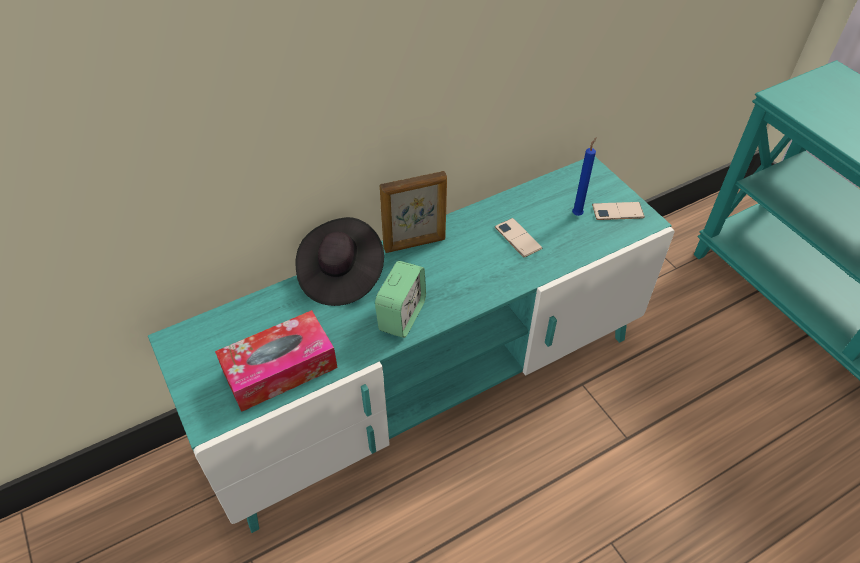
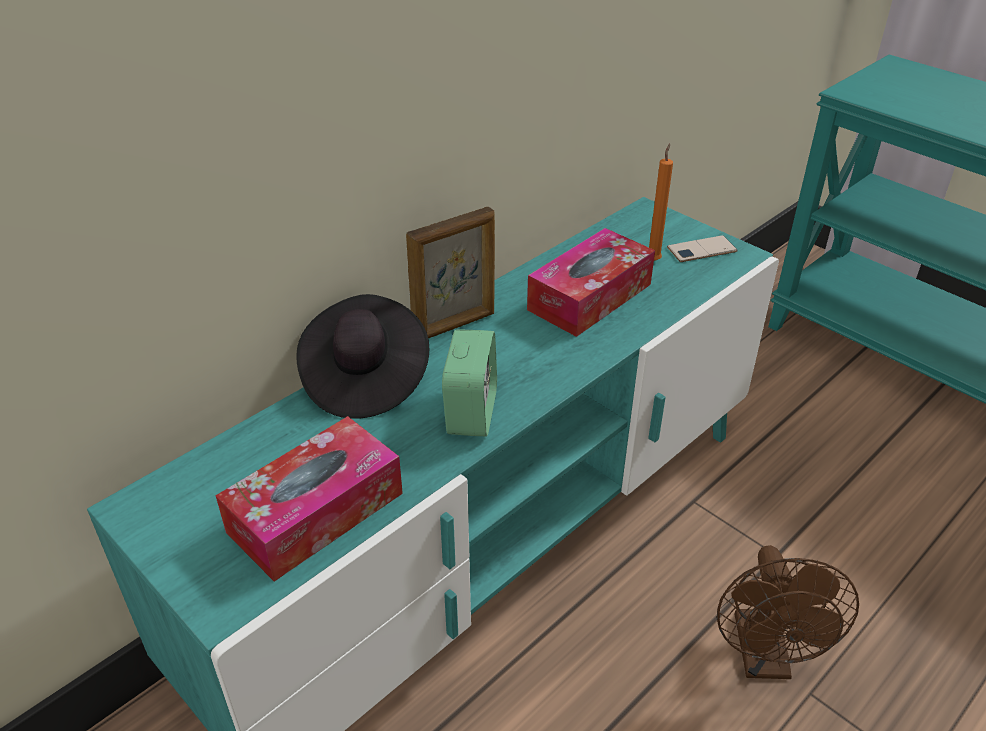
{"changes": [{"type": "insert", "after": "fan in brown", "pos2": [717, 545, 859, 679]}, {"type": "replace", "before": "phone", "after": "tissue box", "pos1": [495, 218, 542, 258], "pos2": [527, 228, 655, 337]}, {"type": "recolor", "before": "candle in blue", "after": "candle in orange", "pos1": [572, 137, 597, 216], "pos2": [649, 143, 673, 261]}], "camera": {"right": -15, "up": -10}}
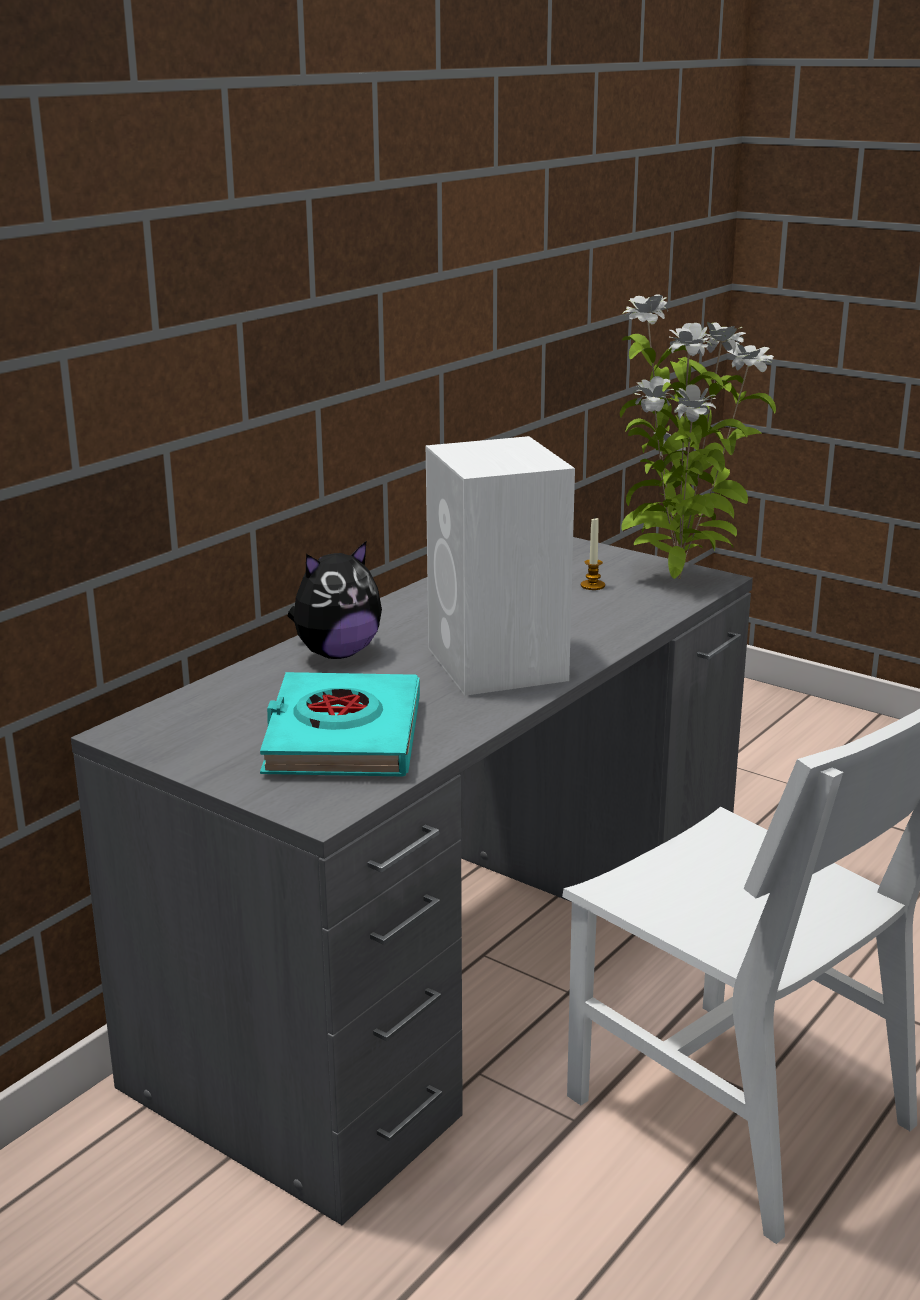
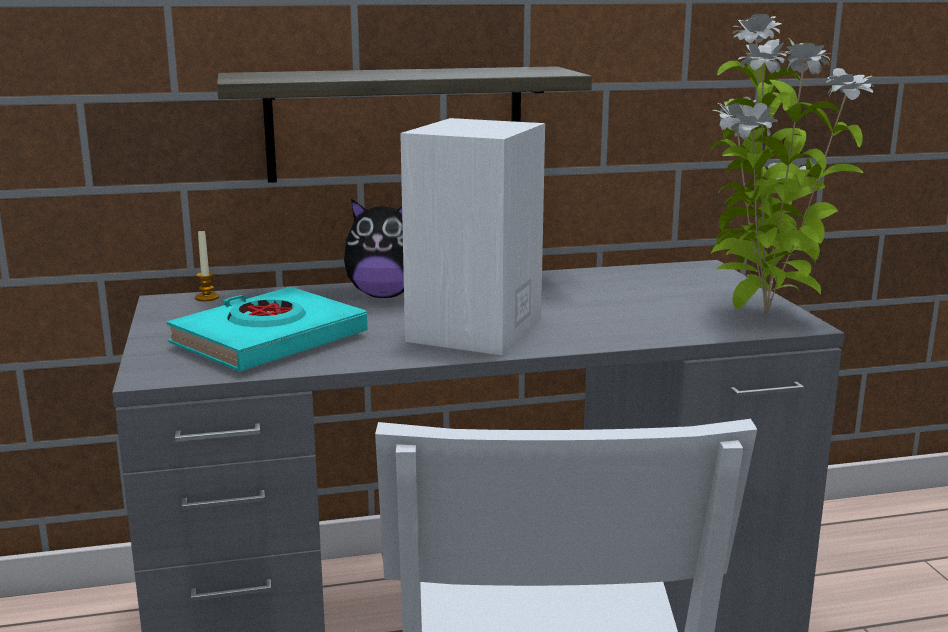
{"changes": [{"type": "insert", "after": "shelf", "pos2": [217, 66, 592, 183]}, {"type": "move", "before": "candle", "pos1": [581, 518, 605, 590], "pos2": [195, 229, 219, 301]}], "camera": {"right": 40, "up": -5}}
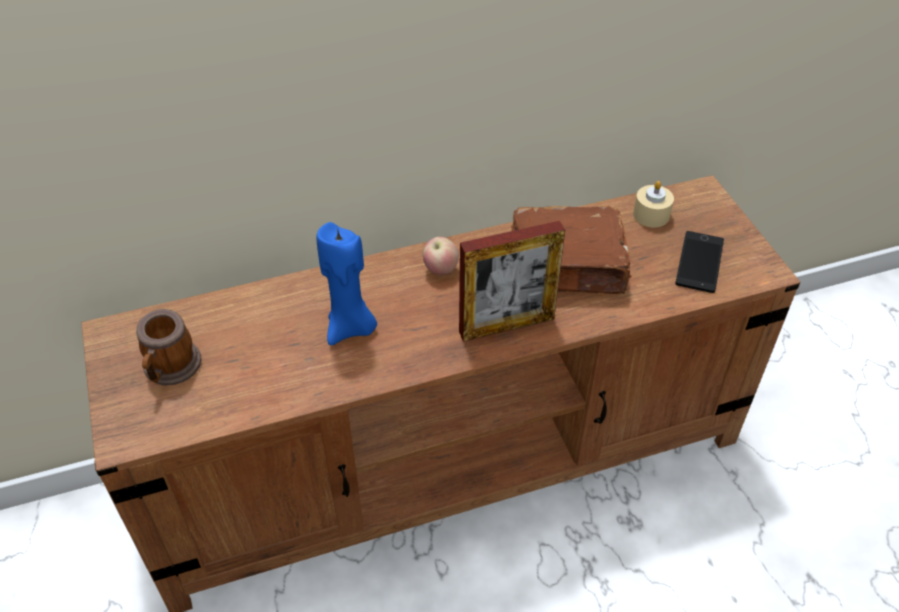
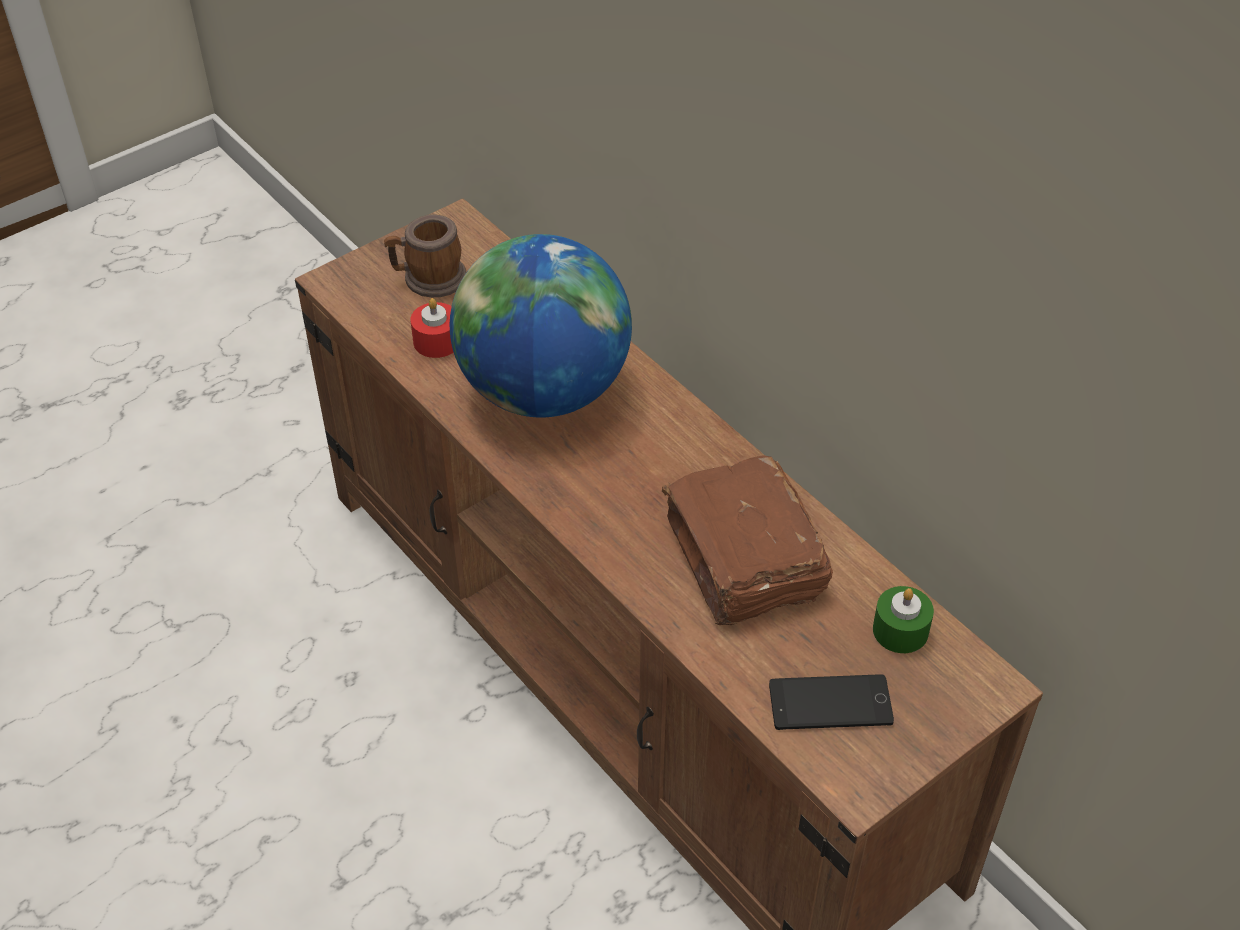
{"changes": [{"type": "delete", "before": "apple", "pos1": [423, 237, 459, 275]}, {"type": "delete", "before": "picture frame", "pos1": [459, 221, 565, 342]}, {"type": "insert", "after": "candle in red", "pos2": [410, 298, 453, 358]}, {"type": "replace", "before": "candle in blue", "after": "globe", "pos1": [316, 222, 377, 345], "pos2": [450, 234, 632, 418]}, {"type": "recolor", "before": "candle in beige", "after": "candle in green", "pos1": [633, 181, 674, 227], "pos2": [873, 586, 934, 653]}], "camera": {"right": 70, "up": 0}}
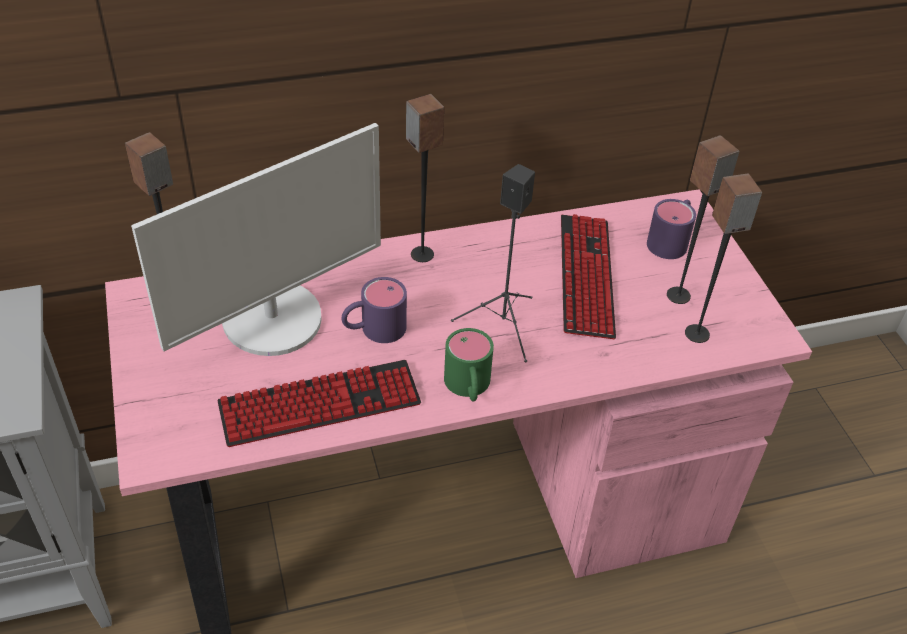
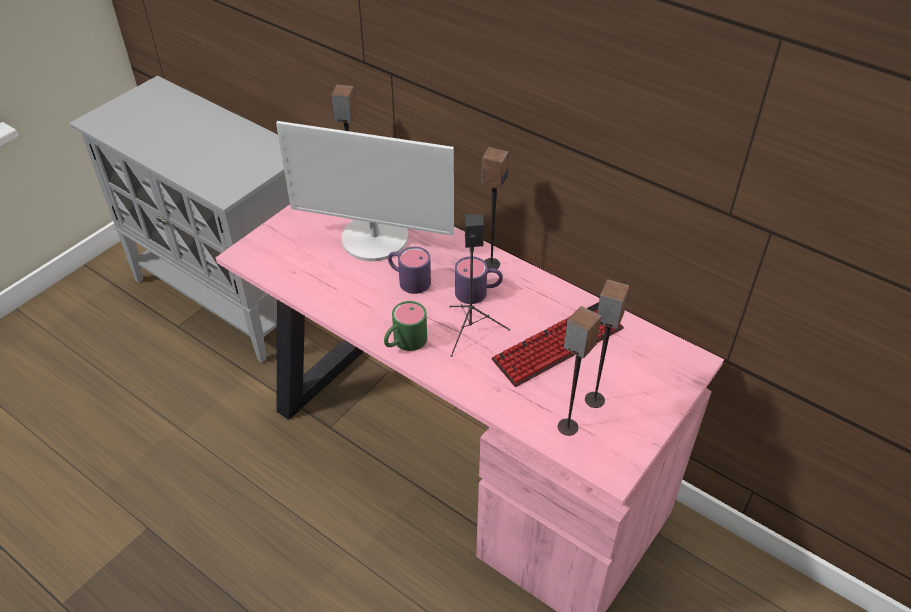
{"changes": [{"type": "delete", "before": "keyboard", "pos1": [217, 360, 421, 447]}, {"type": "move", "before": "mug in purple", "pos1": [647, 199, 696, 259], "pos2": [455, 256, 503, 304]}], "camera": {"right": 55, "up": 0}}
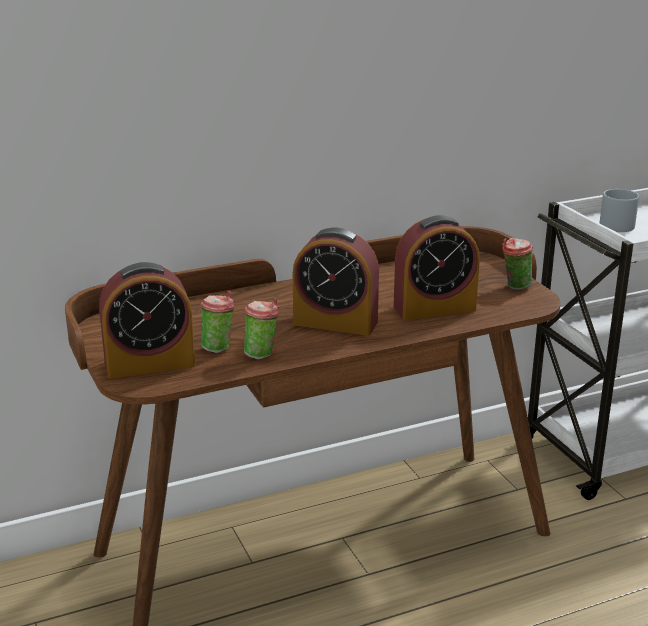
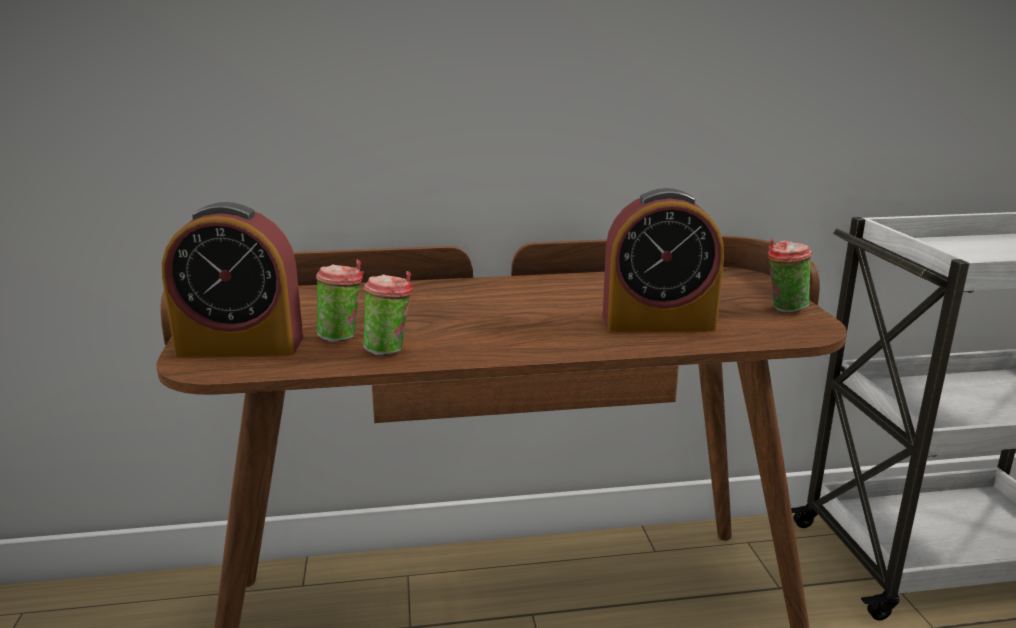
{"changes": [{"type": "delete", "before": "alarm clock", "pos1": [293, 228, 379, 336]}, {"type": "delete", "before": "mug in grey", "pos1": [600, 189, 639, 232]}], "camera": {"right": 15, "up": -5}}
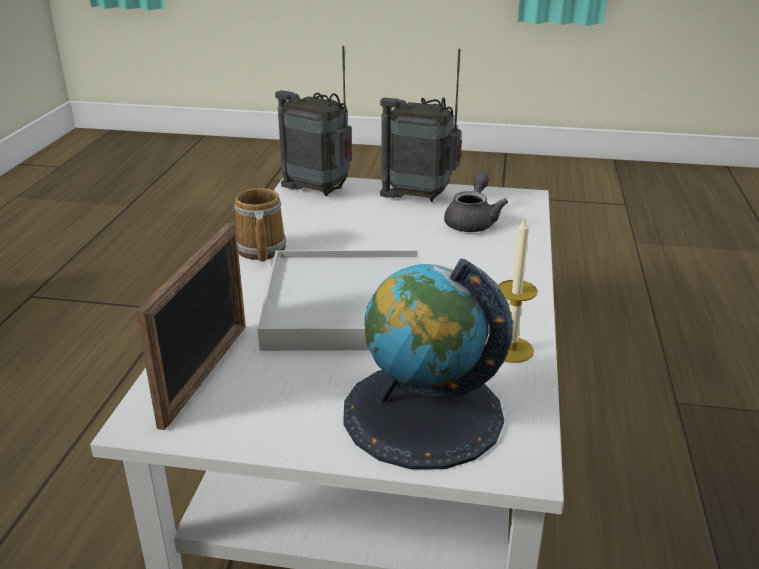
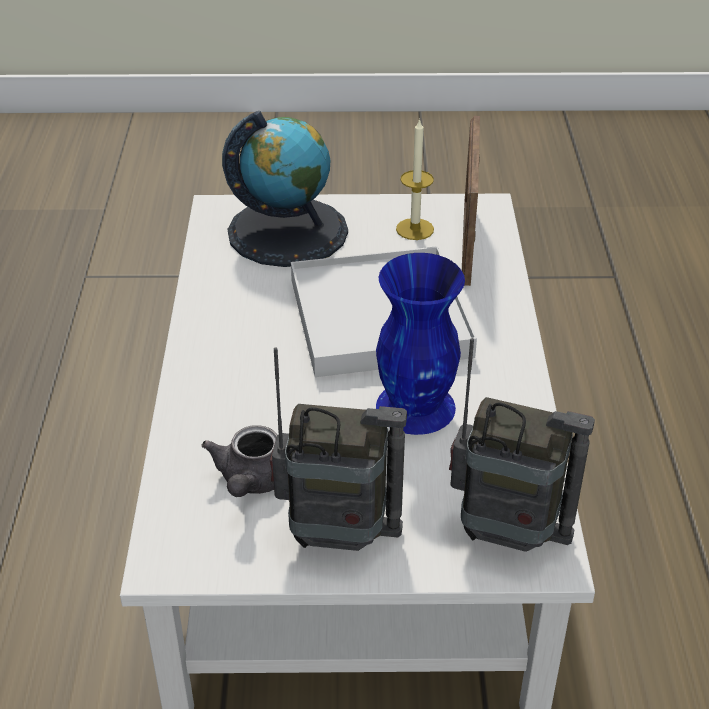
{"changes": [{"type": "delete", "before": "mug", "pos1": [234, 188, 286, 262]}, {"type": "insert", "after": "vase in blue", "pos2": [376, 253, 465, 435]}, {"type": "move", "before": "candle", "pos1": [498, 217, 538, 363], "pos2": [396, 118, 434, 240]}], "camera": {"right": 170, "up": 10}}
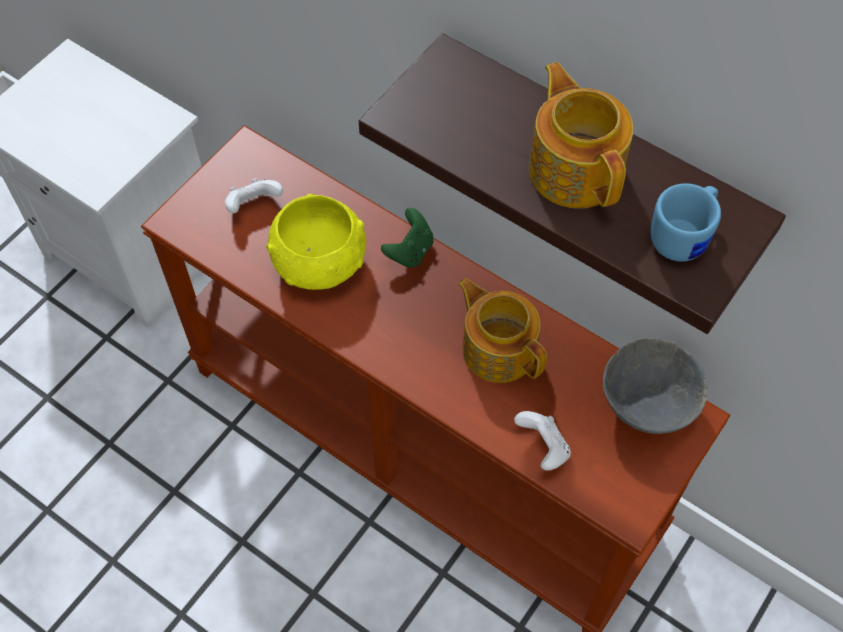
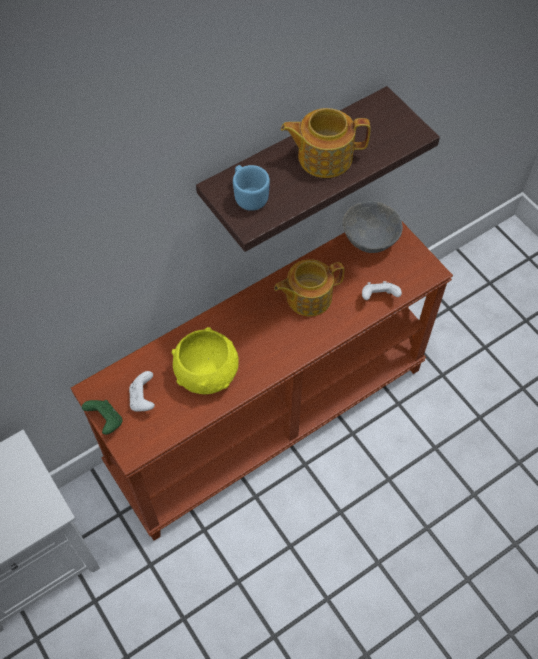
{"changes": [{"type": "move", "before": "game controller in green", "pos1": [381, 208, 434, 268], "pos2": [82, 400, 123, 435]}, {"type": "move", "before": "mug in blue", "pos1": [650, 183, 721, 261], "pos2": [233, 165, 270, 211]}], "camera": {"right": -70, "up": 0}}
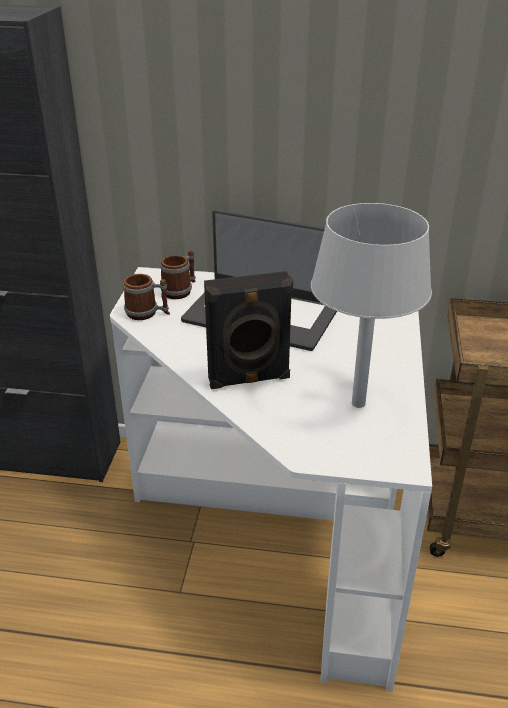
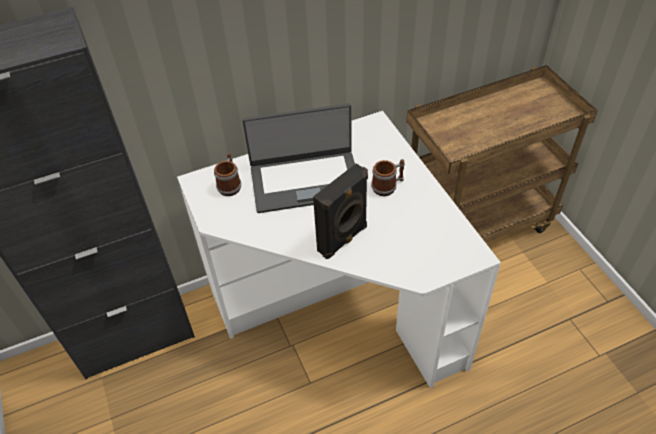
{"changes": [{"type": "delete", "before": "table lamp in grey", "pos1": [311, 203, 432, 408]}, {"type": "move", "before": "mug", "pos1": [123, 274, 170, 320], "pos2": [371, 159, 405, 196]}], "camera": {"right": -30, "up": 15}}
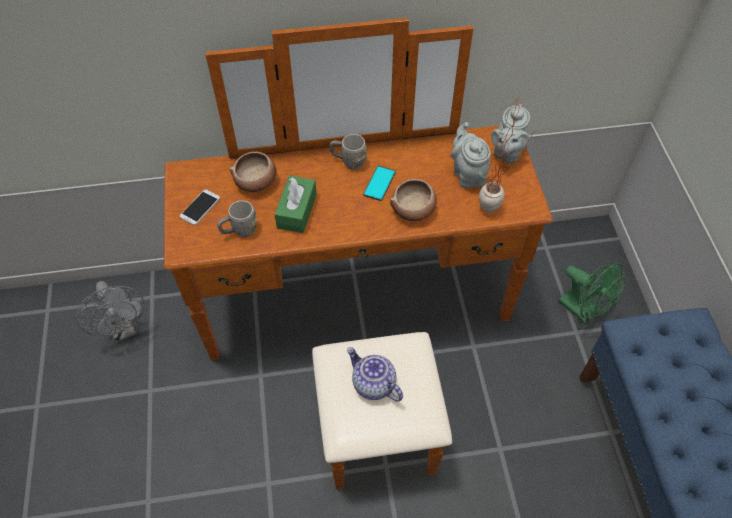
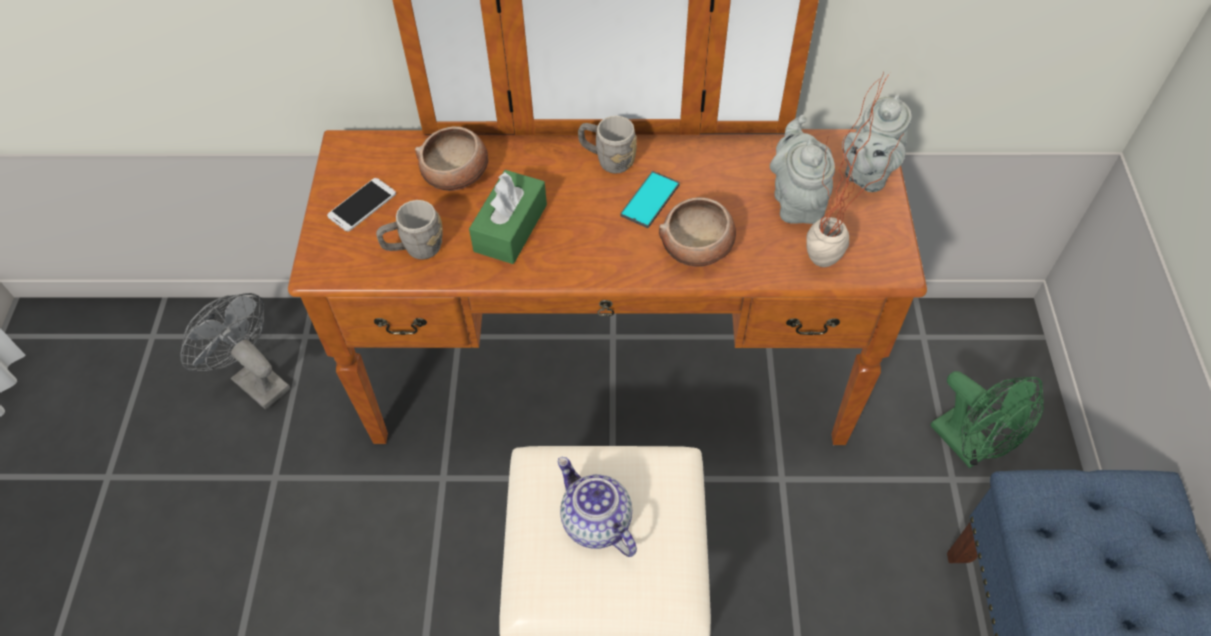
{"changes": [{"type": "rotate", "before": "fan in grey", "pos1": [76, 281, 144, 343], "pos2": [180, 293, 290, 410], "turn": 150}], "camera": {"right": 10, "up": 0}}
